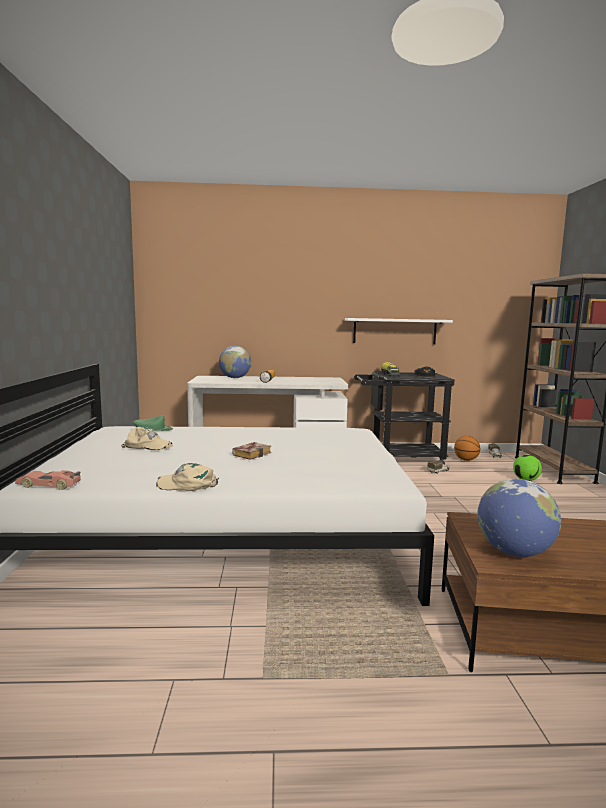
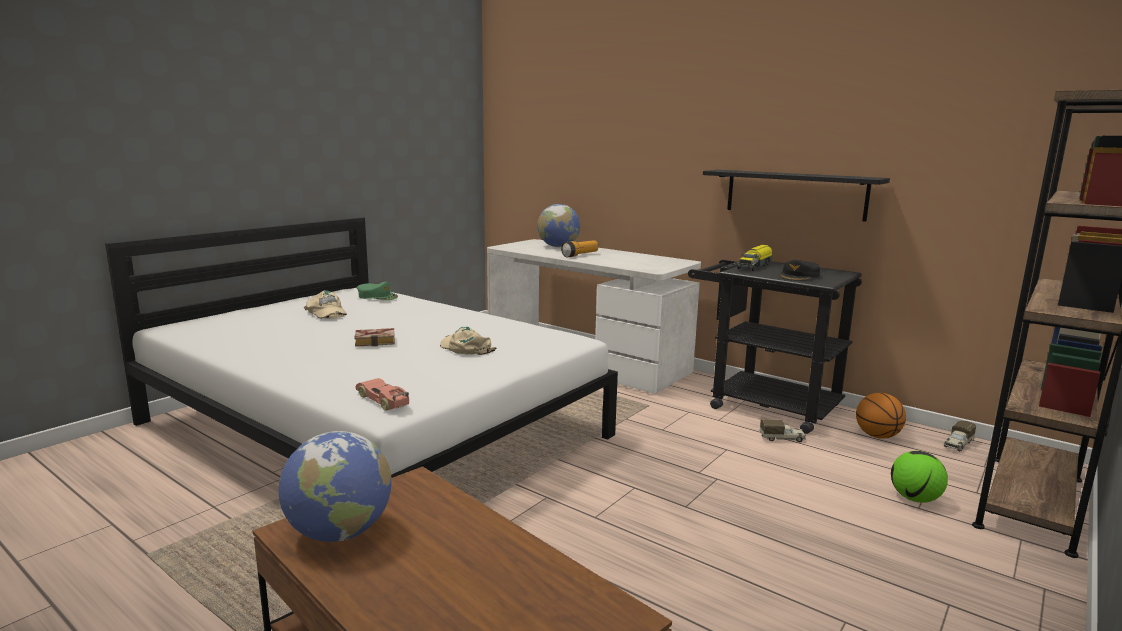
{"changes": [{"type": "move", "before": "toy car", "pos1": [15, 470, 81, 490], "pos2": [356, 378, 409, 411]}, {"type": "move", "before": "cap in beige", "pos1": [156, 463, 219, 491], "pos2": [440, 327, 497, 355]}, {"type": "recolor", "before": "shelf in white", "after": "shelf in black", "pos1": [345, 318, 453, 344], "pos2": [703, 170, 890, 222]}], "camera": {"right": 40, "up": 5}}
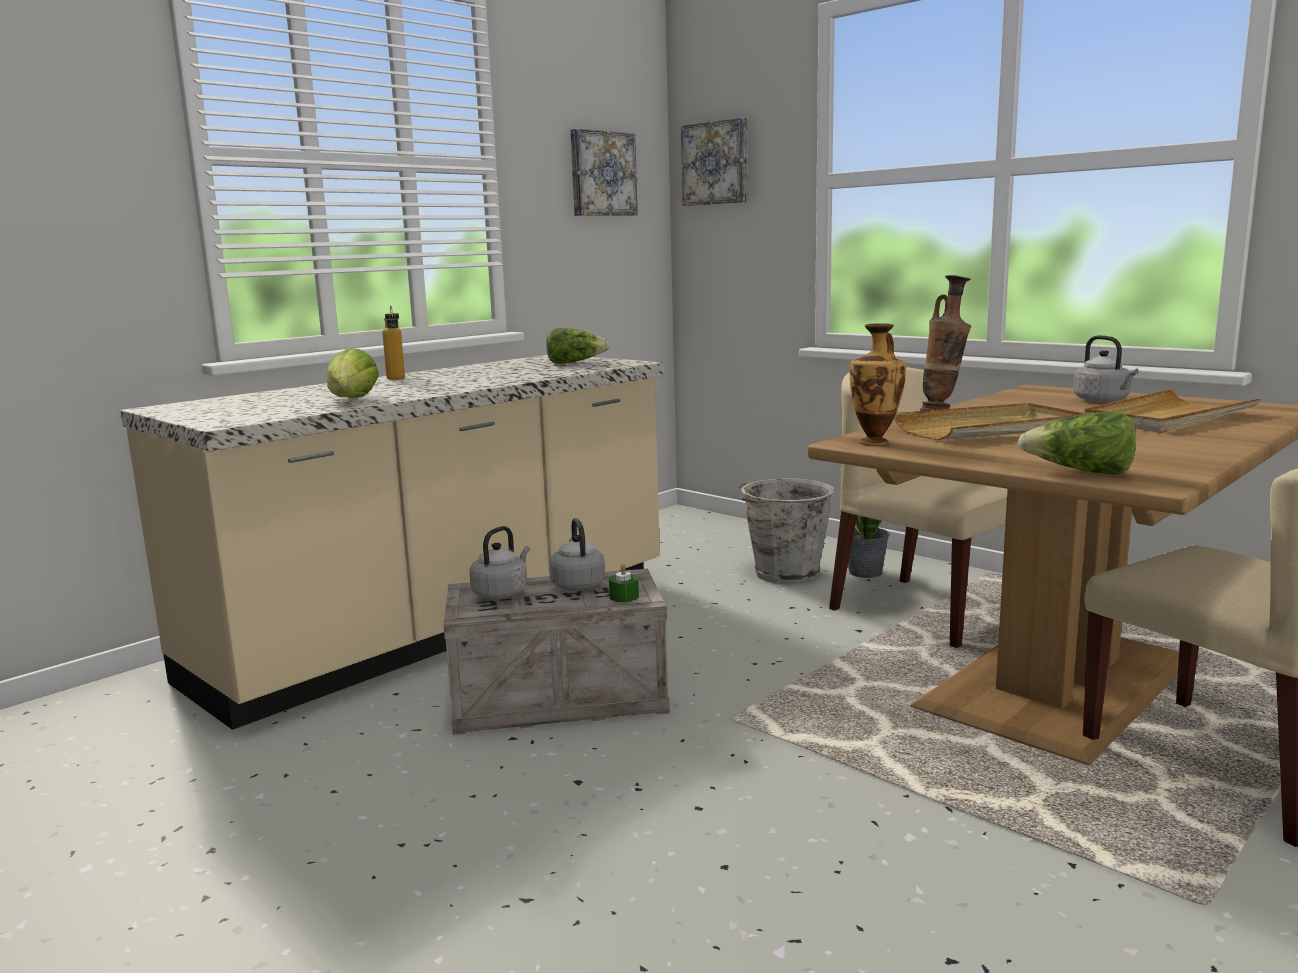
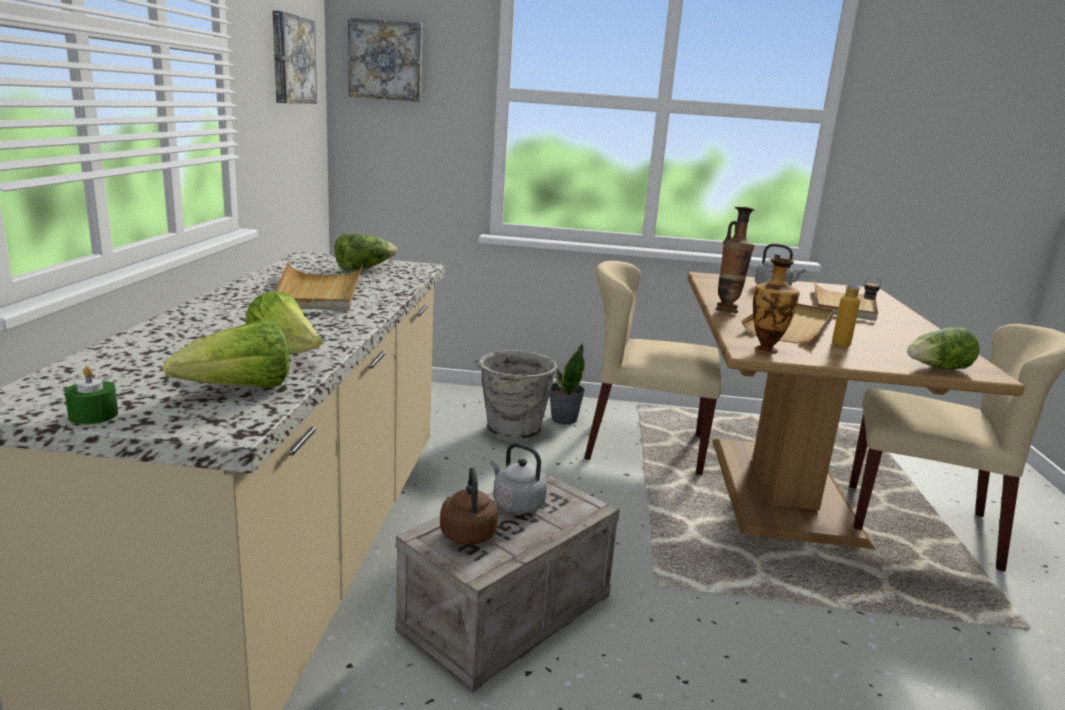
{"changes": [{"type": "insert", "after": "lettuce", "pos2": [163, 320, 289, 388]}, {"type": "insert", "after": "tray in beige", "pos2": [275, 262, 363, 311]}, {"type": "move", "before": "bottle", "pos1": [382, 305, 405, 379], "pos2": [832, 276, 882, 347]}, {"type": "move", "before": "candle in green", "pos1": [609, 563, 639, 602], "pos2": [65, 366, 118, 424]}, {"type": "recolor", "before": "kettle in grey", "after": "kettle in brown", "pos1": [469, 526, 530, 599], "pos2": [440, 467, 498, 545]}], "camera": {"right": -40, "up": 5}}
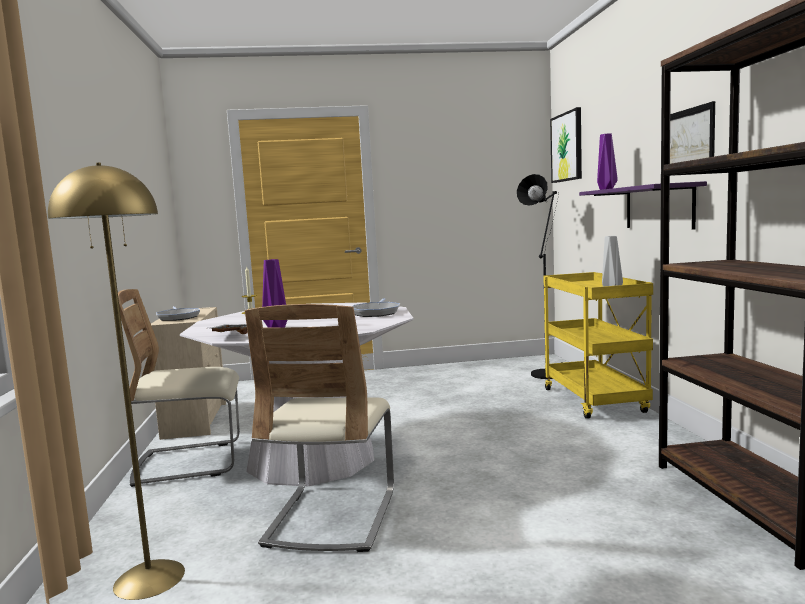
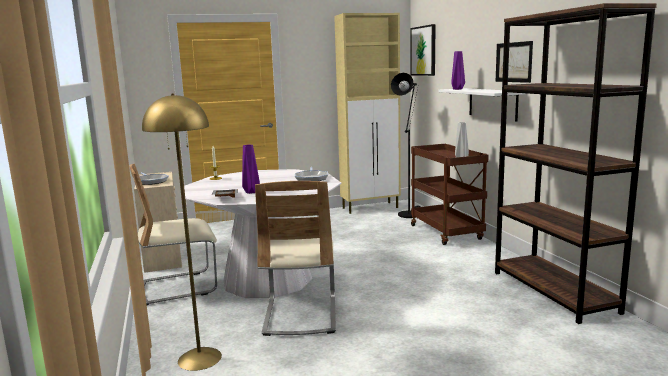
{"changes": [{"type": "insert", "after": "cabinet in beige", "pos2": [334, 13, 401, 214]}, {"type": "recolor", "before": "cart in yellow", "after": "cart in brown", "pos1": [543, 272, 653, 419], "pos2": [411, 144, 489, 245]}, {"type": "recolor", "before": "shelf in purple", "after": "shelf in white", "pos1": [579, 181, 707, 229], "pos2": [438, 88, 526, 122]}], "camera": {"right": -10, "up": 5}}
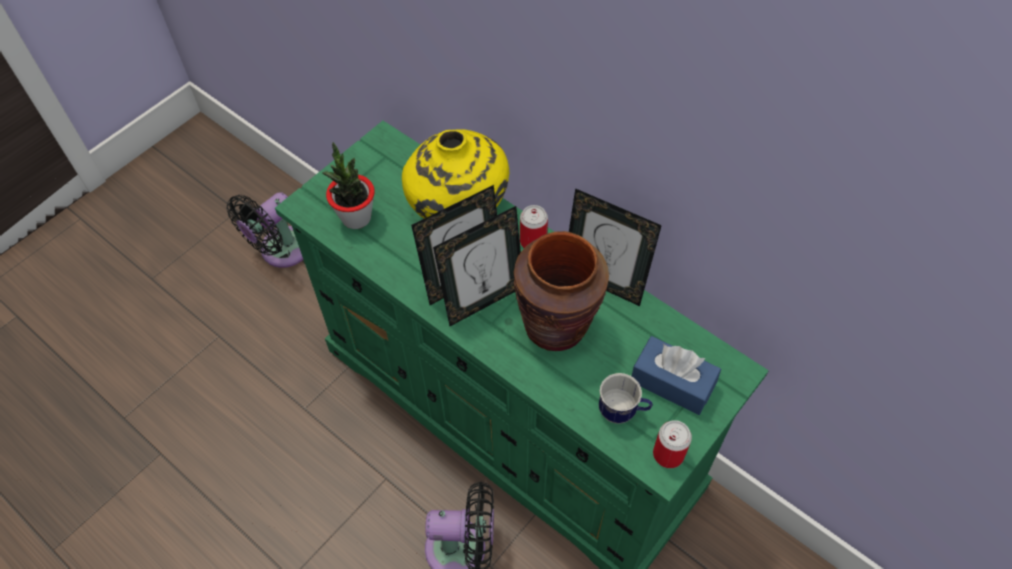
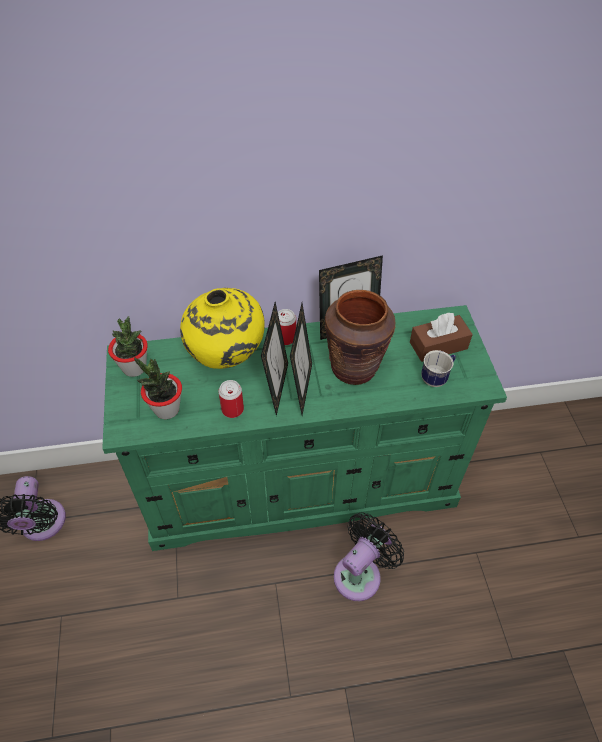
{"changes": [{"type": "insert", "after": "potted plant", "pos2": [108, 316, 148, 377]}, {"type": "move", "before": "can", "pos1": [653, 420, 692, 468], "pos2": [218, 380, 244, 418]}, {"type": "recolor", "before": "tissue box in blue", "after": "tissue box in brown", "pos1": [632, 336, 721, 415], "pos2": [410, 313, 473, 362]}], "camera": {"right": -50, "up": -5}}
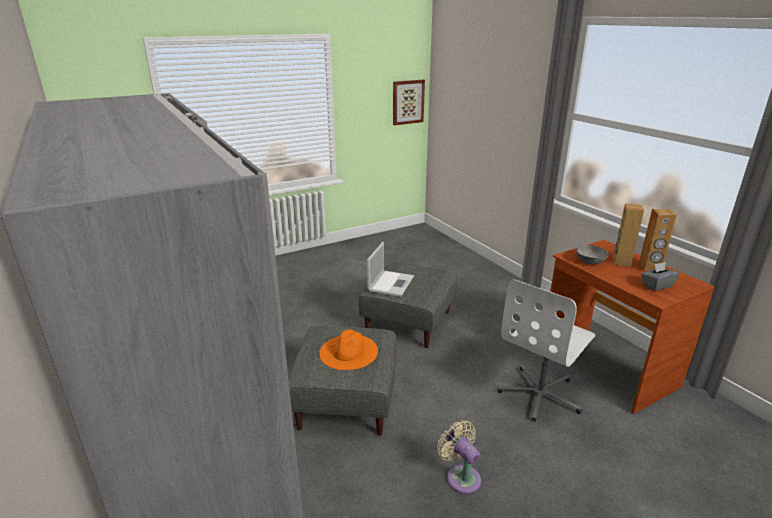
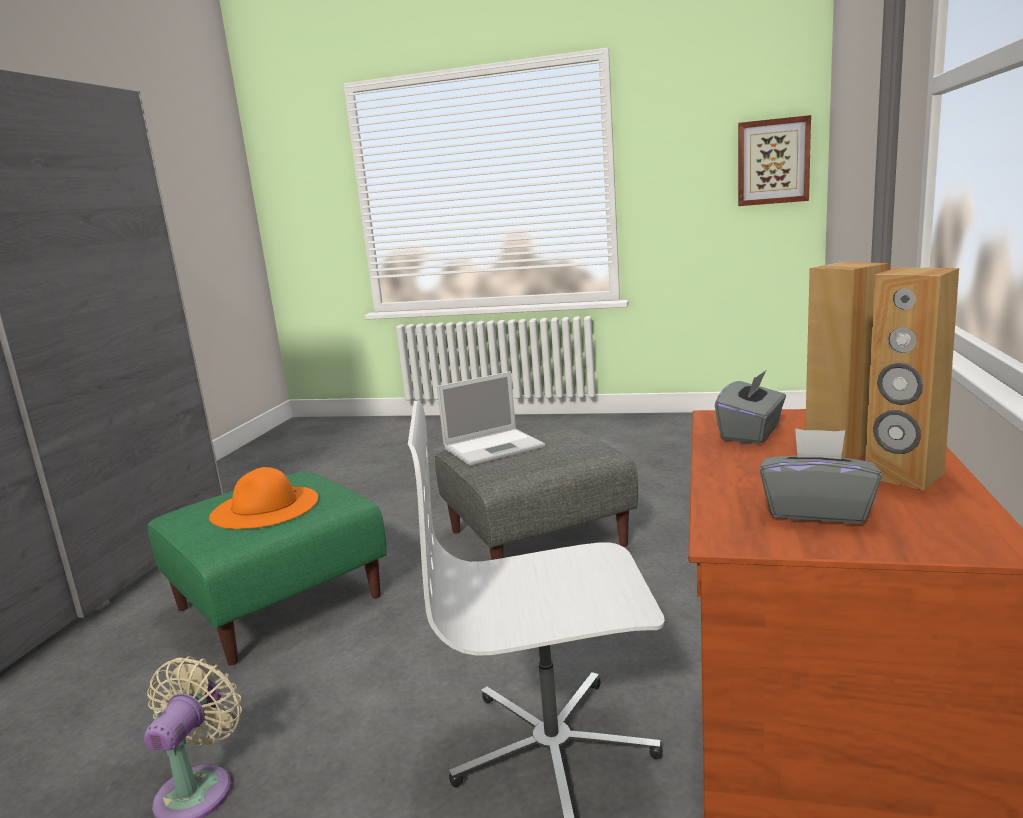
{"changes": [{"type": "replace", "before": "bowl in grey", "after": "tissue box in grey", "pos1": [576, 245, 609, 264], "pos2": [715, 370, 786, 444]}, {"type": "recolor", "before": "ottoman in grey", "after": "ottoman in green", "pos1": [288, 326, 397, 436], "pos2": [147, 472, 387, 666]}], "camera": {"right": 45, "up": -10}}
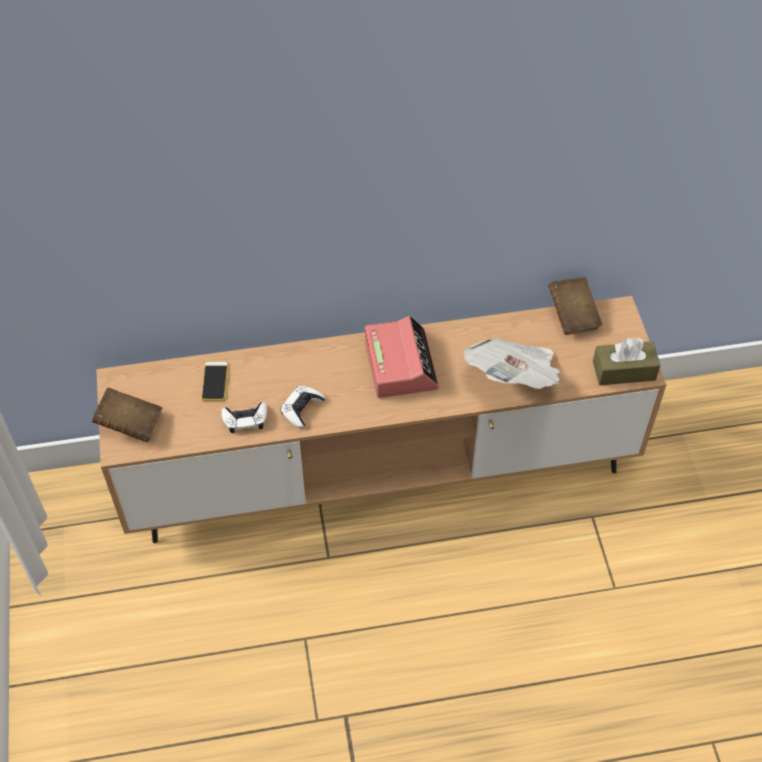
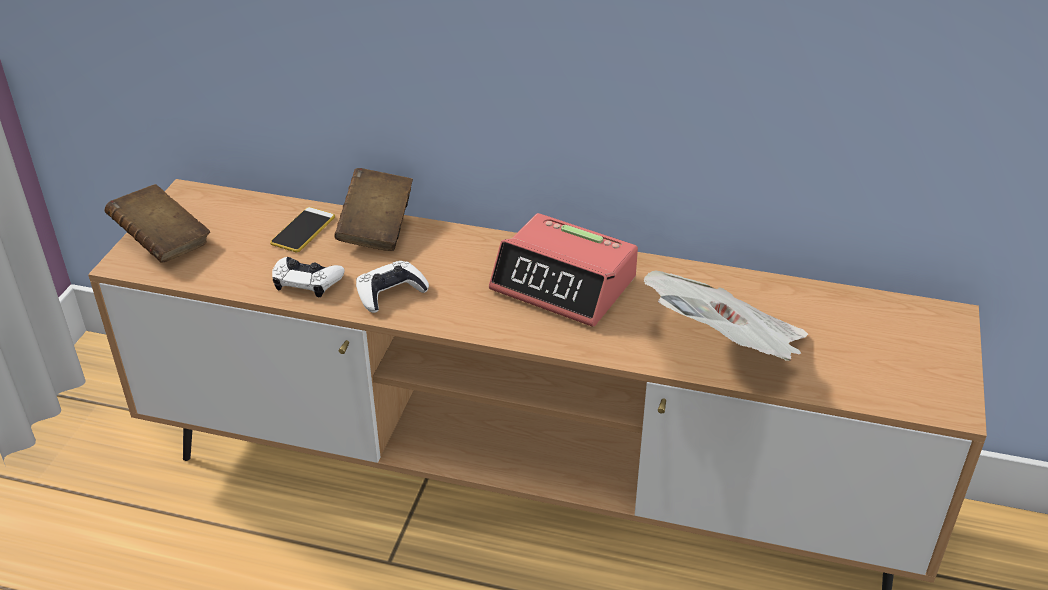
{"changes": [{"type": "delete", "before": "tissue box in brown", "pos1": [593, 337, 661, 385]}, {"type": "move", "before": "book in brown", "pos1": [548, 277, 602, 335], "pos2": [334, 168, 413, 251]}, {"type": "rotate", "before": "alarm clock", "pos1": [365, 316, 439, 398], "pos2": [489, 213, 638, 327], "turn": 105}], "camera": {"right": 25, "up": -15}}
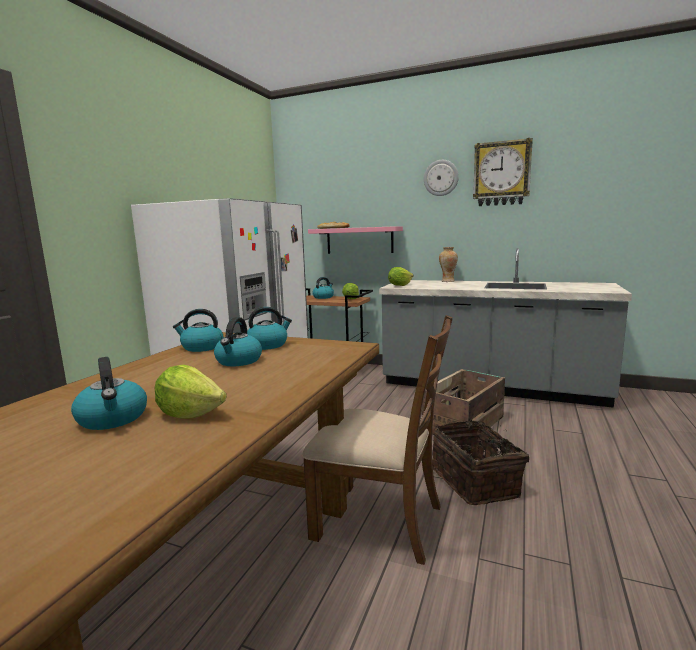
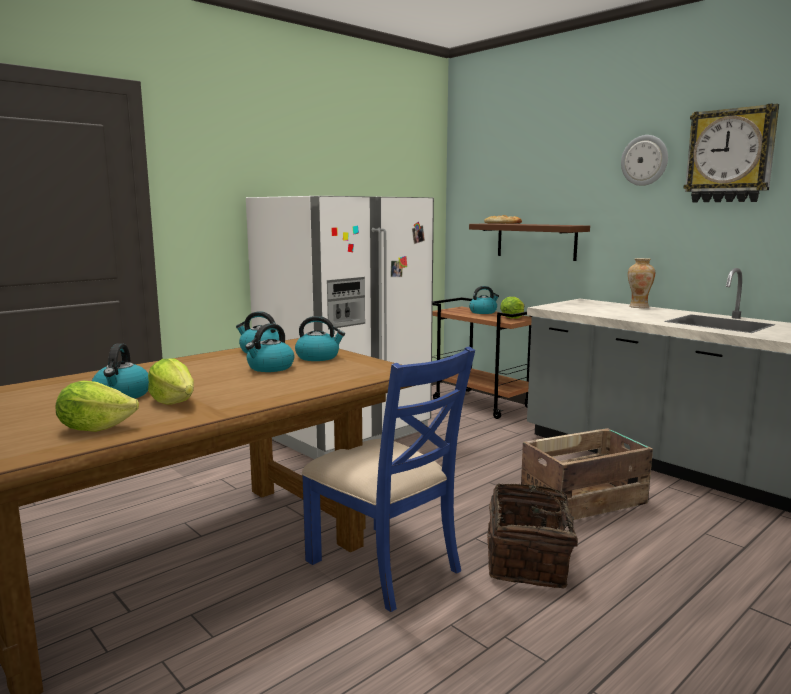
{"changes": [{"type": "move", "before": "lettuce", "pos1": [388, 267, 413, 286], "pos2": [55, 381, 139, 432]}, {"type": "recolor", "before": "chair in brown", "after": "chair in blue", "pos1": [302, 315, 453, 565], "pos2": [302, 347, 475, 612]}, {"type": "recolor", "before": "shelf in pink", "after": "shelf in brown", "pos1": [308, 226, 403, 254], "pos2": [469, 223, 590, 261]}], "camera": {"right": 25, "up": 0}}
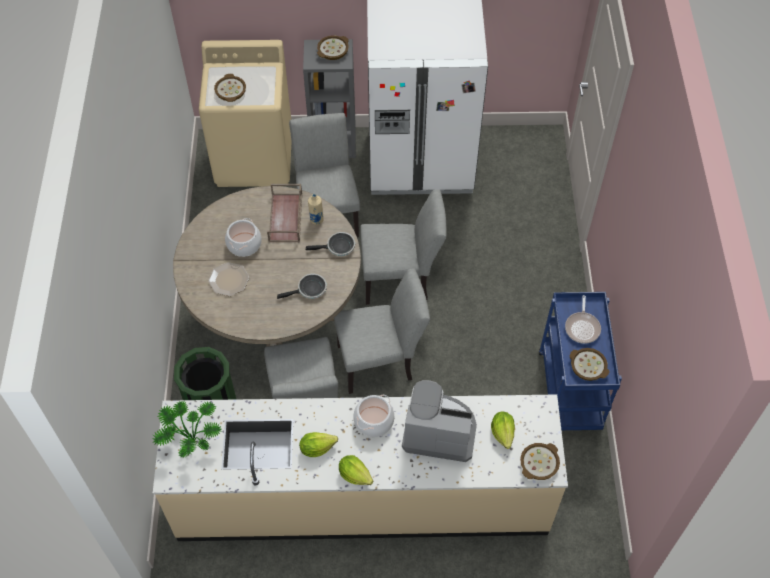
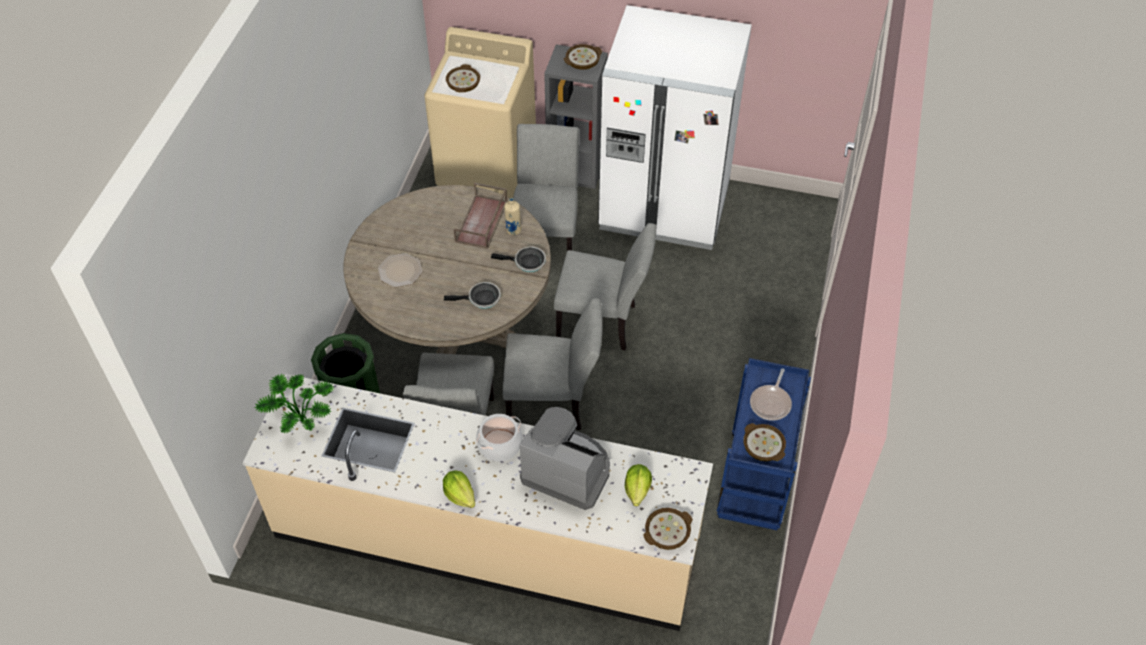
{"changes": [{"type": "delete", "before": "cooking pot", "pos1": [225, 218, 262, 257]}, {"type": "delete", "before": "lettuce", "pos1": [299, 432, 338, 457]}], "camera": {"right": 15, "up": -5}}
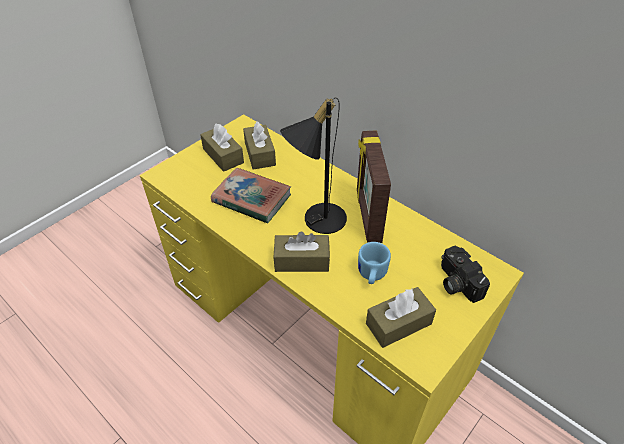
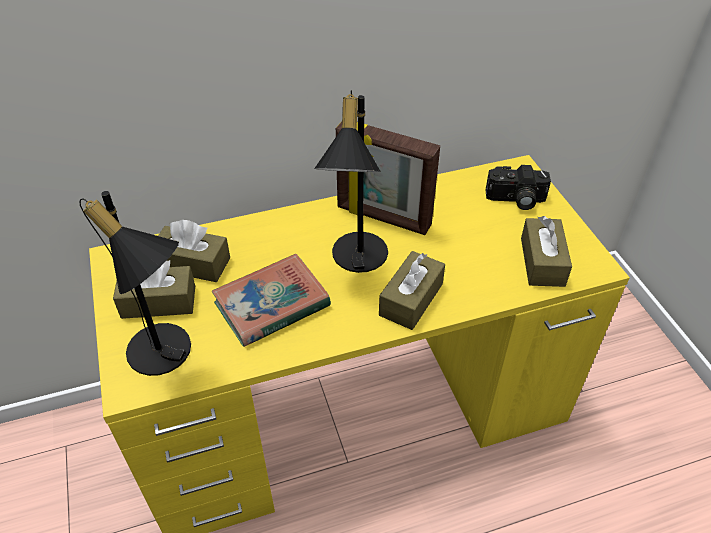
{"changes": [{"type": "delete", "before": "mug in blue", "pos1": [358, 242, 391, 284]}, {"type": "insert", "after": "table lamp in black", "pos2": [79, 191, 191, 376]}], "camera": {"right": -60, "up": 0}}
